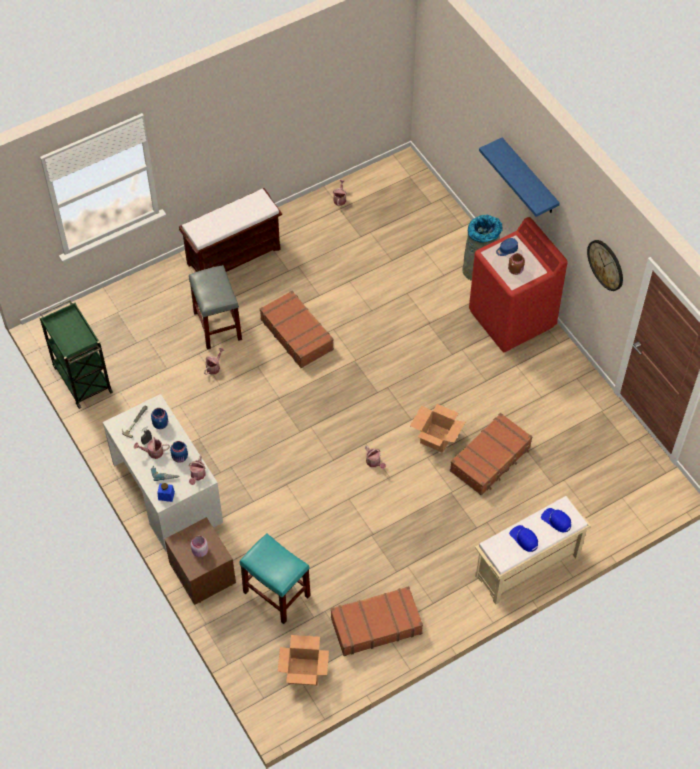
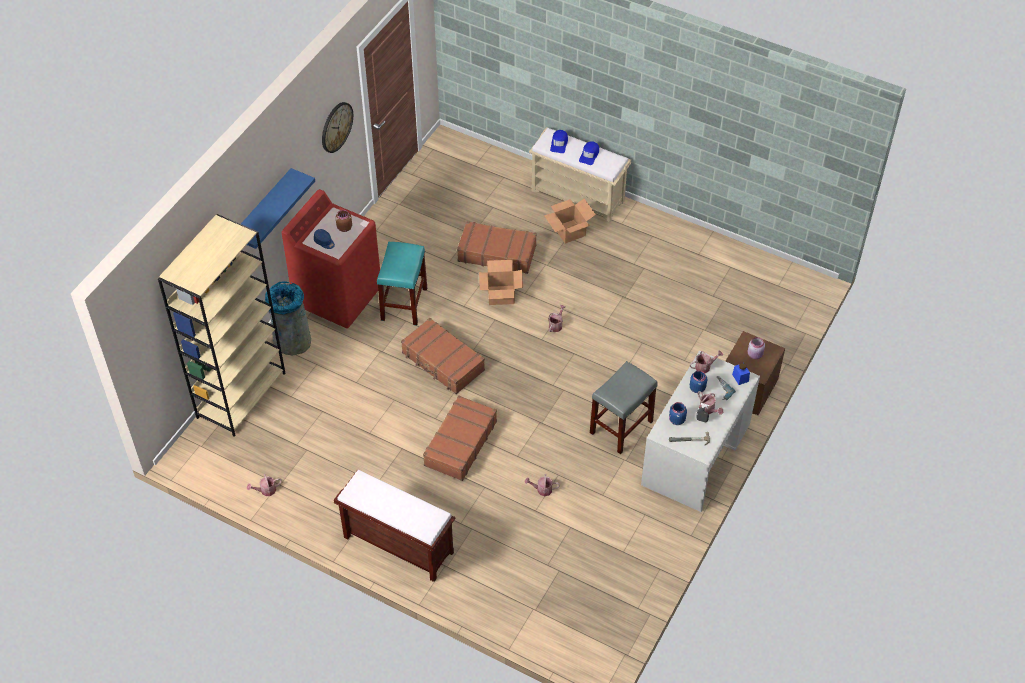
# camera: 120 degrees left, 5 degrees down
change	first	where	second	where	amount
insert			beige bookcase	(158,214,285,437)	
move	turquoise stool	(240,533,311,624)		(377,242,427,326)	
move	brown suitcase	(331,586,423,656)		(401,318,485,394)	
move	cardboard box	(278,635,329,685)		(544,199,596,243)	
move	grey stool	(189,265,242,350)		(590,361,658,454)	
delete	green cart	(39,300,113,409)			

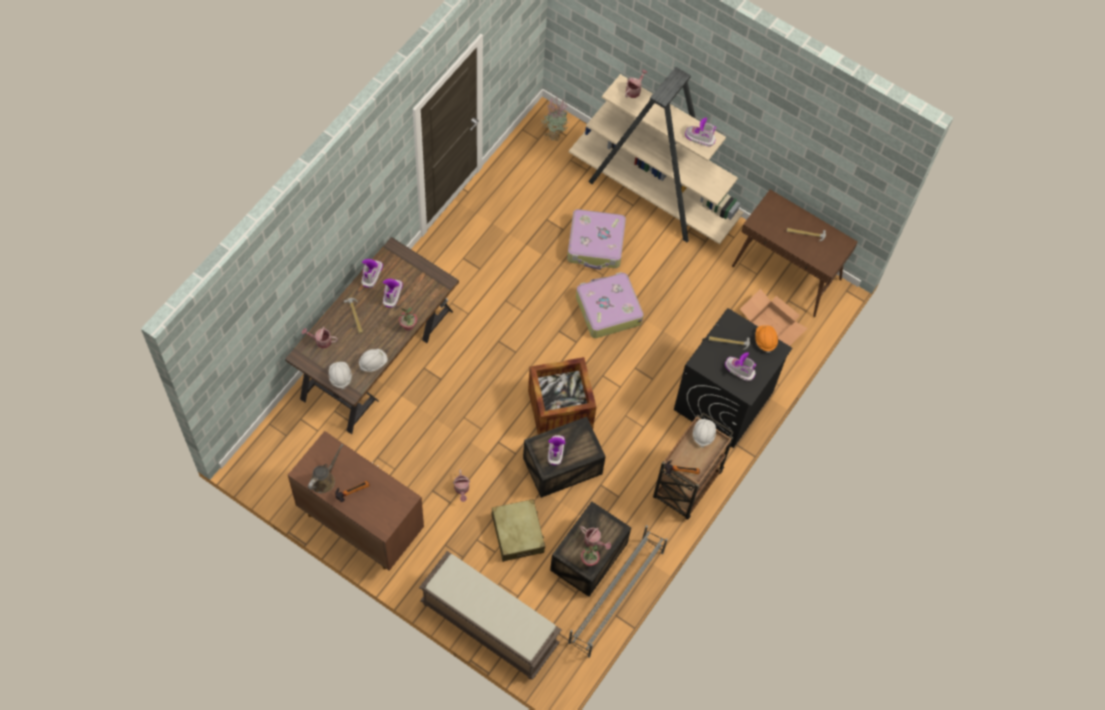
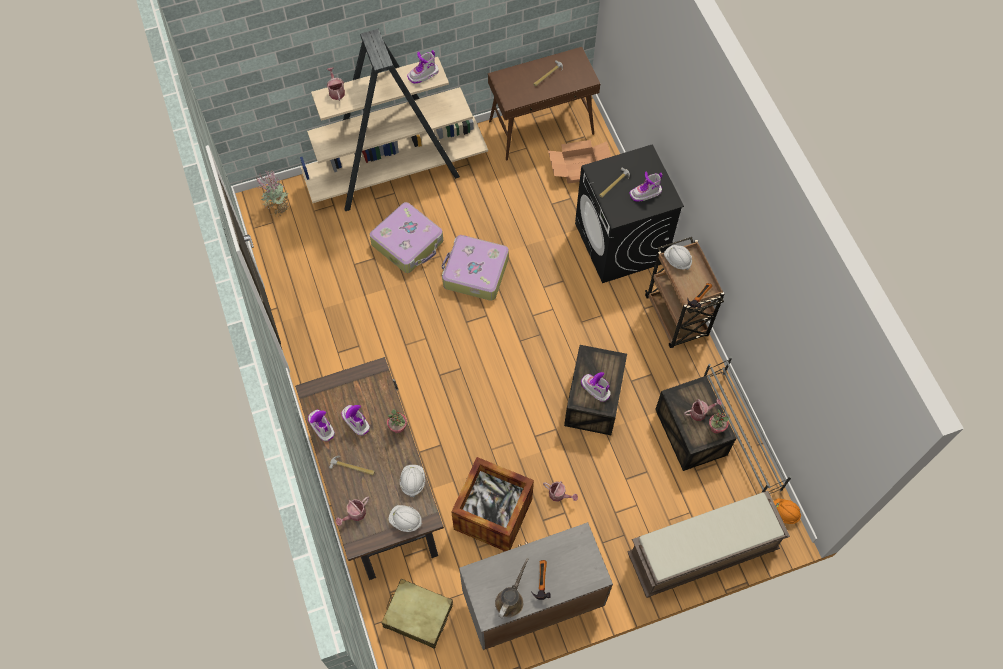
# camera: 50 degrees left, 0 degrees up
change	first	where	second	where	amount
move	beige suitcase	(491,499,545,562)		(382,579,453,649)	
move	crate	(528,357,596,435)		(451,457,534,551)	
recolor	brown cabinet	(288,431,424,571)	grey cabinet	(459,522,613,650)	
rotate	brown watering can	(308,444,343,494)		(495,558,528,618)	45 degrees clockwise
move	orange hard hat	(755,325,778,353)		(774,498,801,524)	

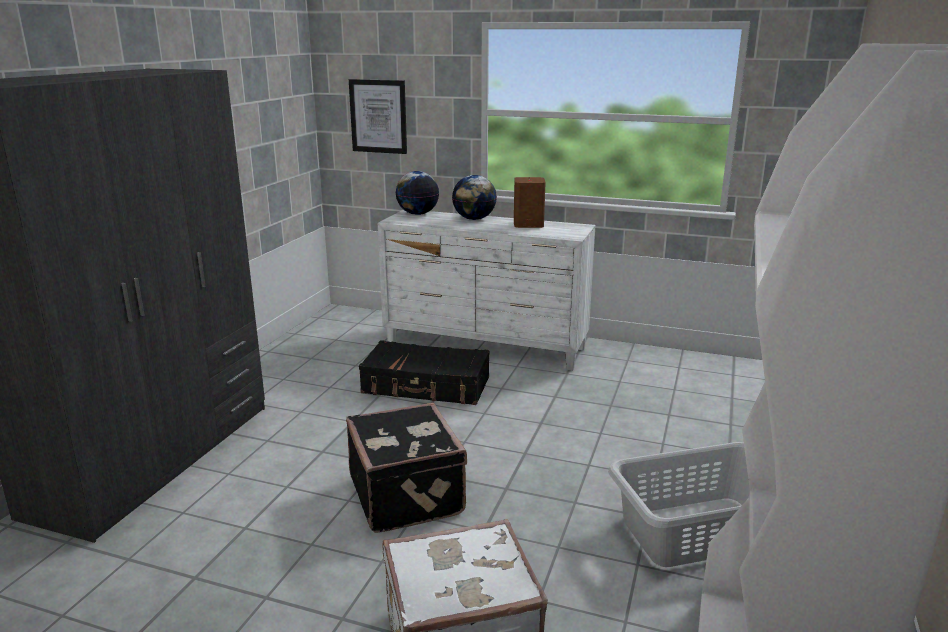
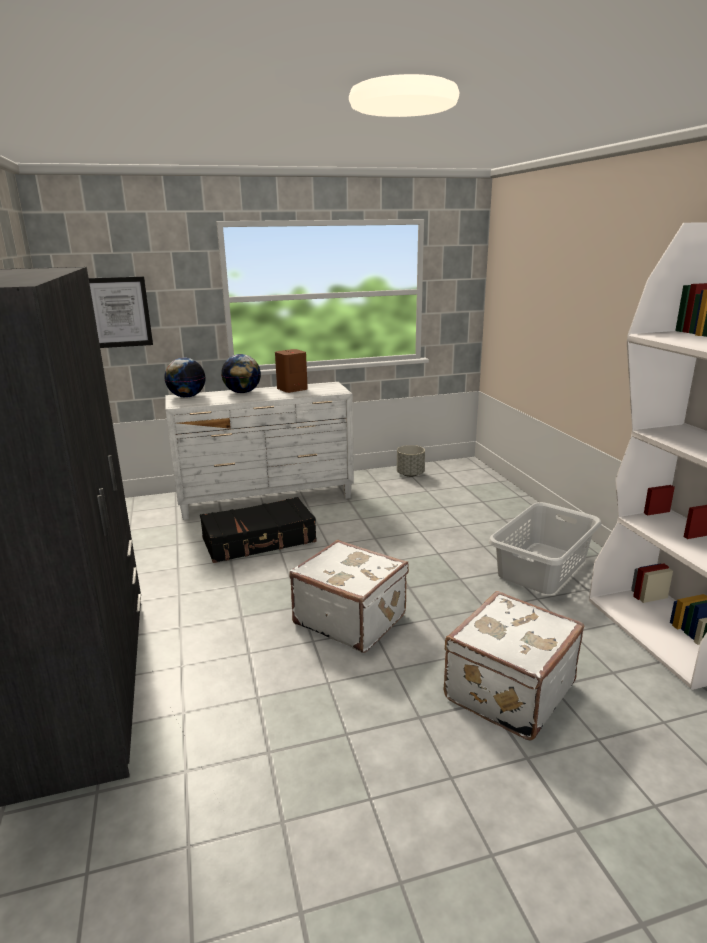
# camera: 35 degrees left, 0 degrees up
change	first	where	second	where	amount
recolor	black suitcase	(346,403,467,533)	white suitcase	(289,540,409,653)	
insert			grey planter	(397,445,425,477)	

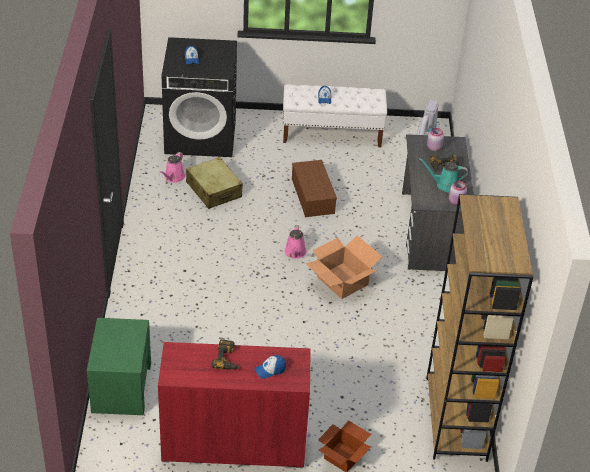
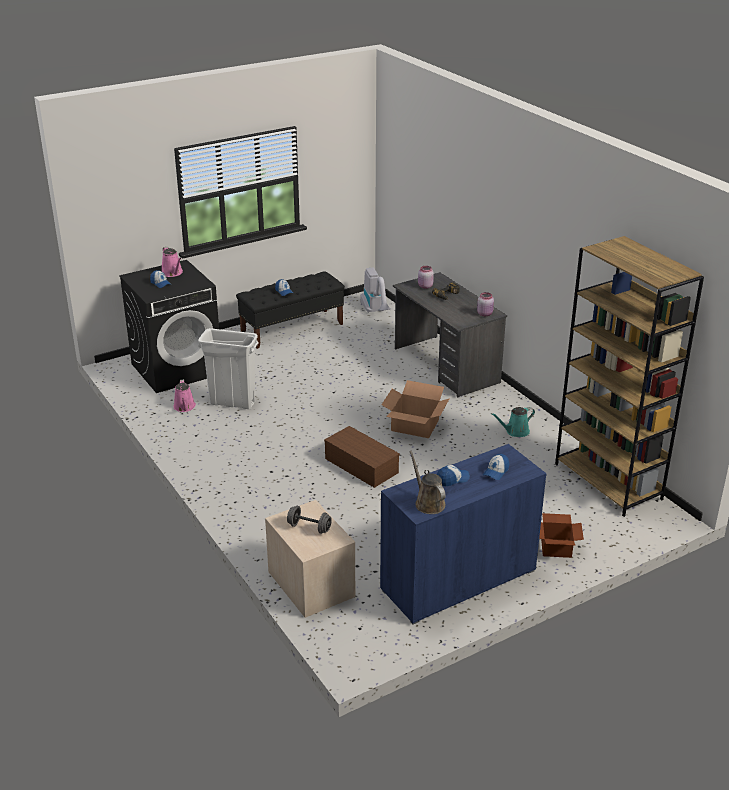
# camera: 30 degrees left, 10 degrees down
change	first	where	second	where	amount
move	pink watering can	(284,225,307,259)		(162,247,183,277)	
replace	beige suitcase	(186,157,243,209)	white trash can	(198,328,259,409)	
recolor	white bench	(283,85,387,148)	black bench	(236,271,345,349)	
recolor	green nightstand	(87,318,151,415)	beige nightstand	(265,500,355,618)	
insert			grey dumbbell	(287,506,332,534)	
move	brown storage box	(292,160,337,217)		(324,426,400,488)	
recolor	red cabinet	(158,342,311,468)	blue cabinet	(380,444,547,624)	
insert			brown watering can	(409,451,445,514)	
replace	power drill	(211,339,240,370)	cap	(437,465,470,487)	
move	turquoise watering can	(419,158,468,193)		(491,407,535,437)	

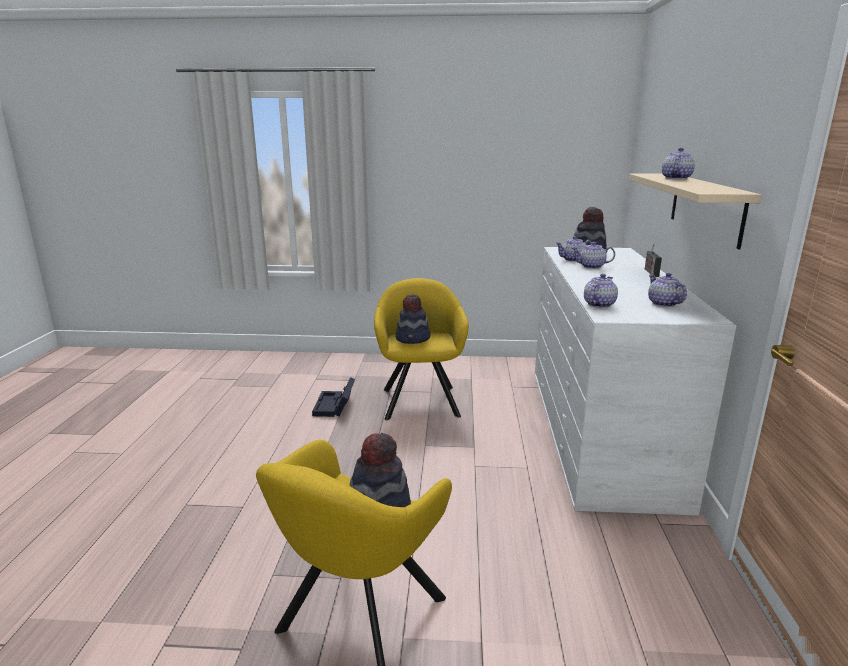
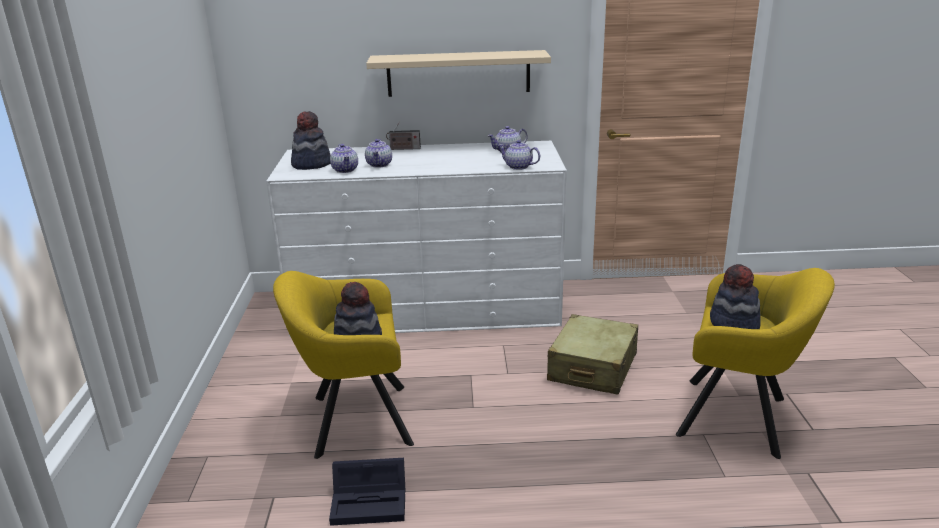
# camera: 95 degrees left, 5 degrees up
change	first	where	second	where	amount
insert			beige suitcase	(547,314,638,394)	
delete	teapot	(662,148,695,179)			

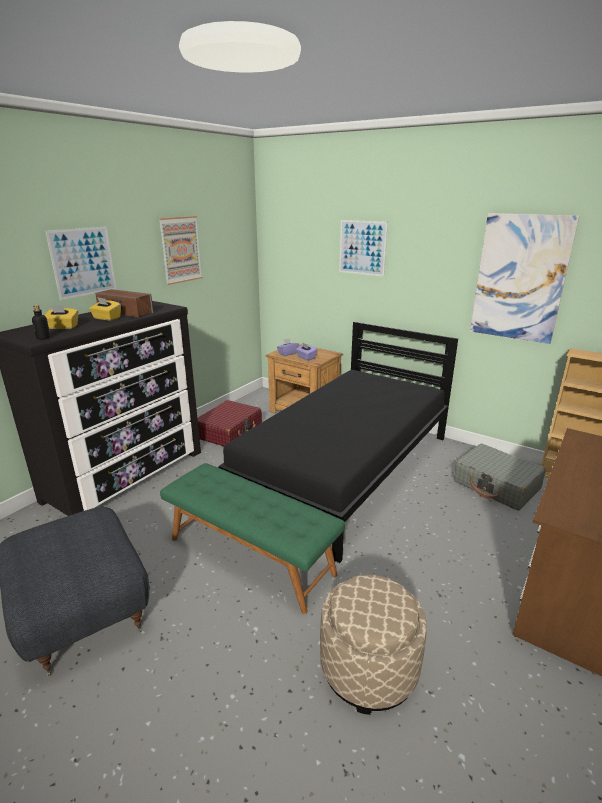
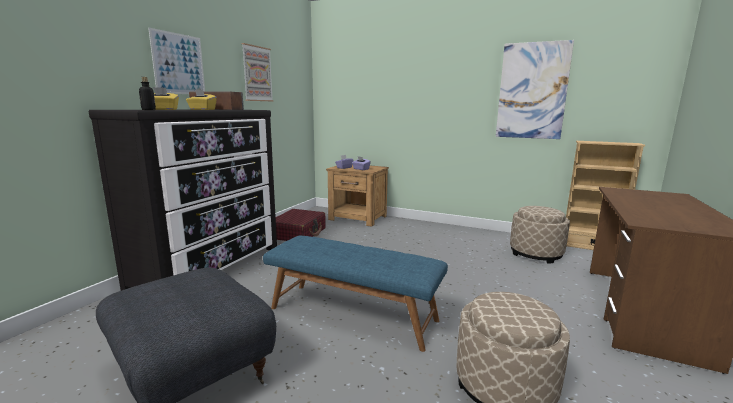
# camera: 10 degrees left, 10 degrees down
change	first	where	second	where	amount
recolor	green bench	(160,463,345,614)	blue bench	(263,235,448,352)	
replace	grey suitcase	(454,443,546,511)	beige ottoman	(510,206,570,263)	
delete	black bed	(218,321,458,563)			
delete	picture	(339,220,388,277)			

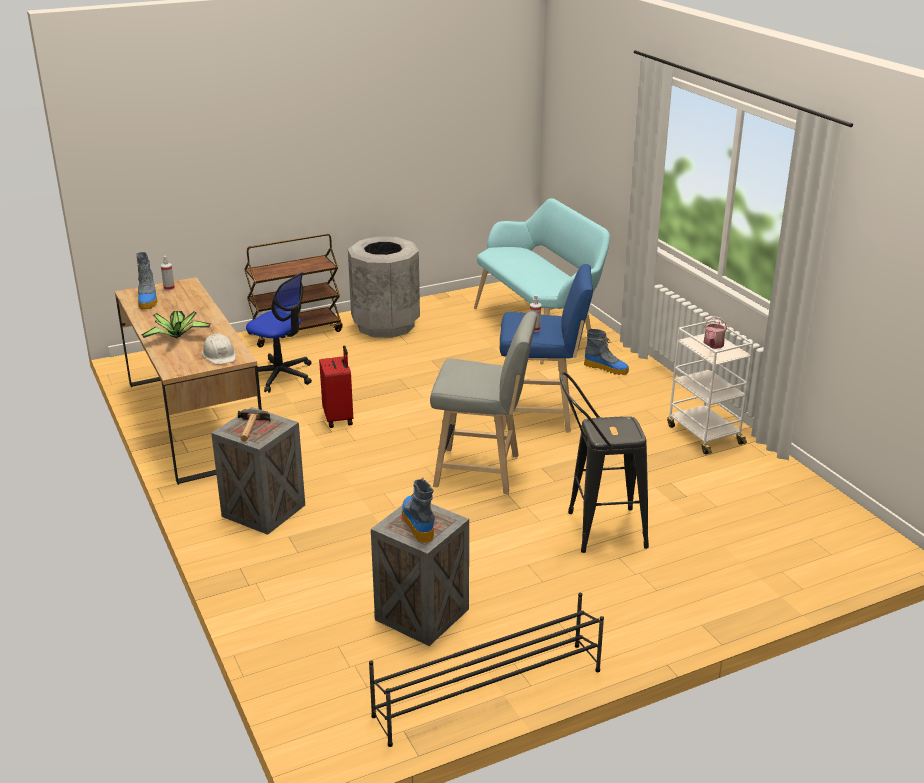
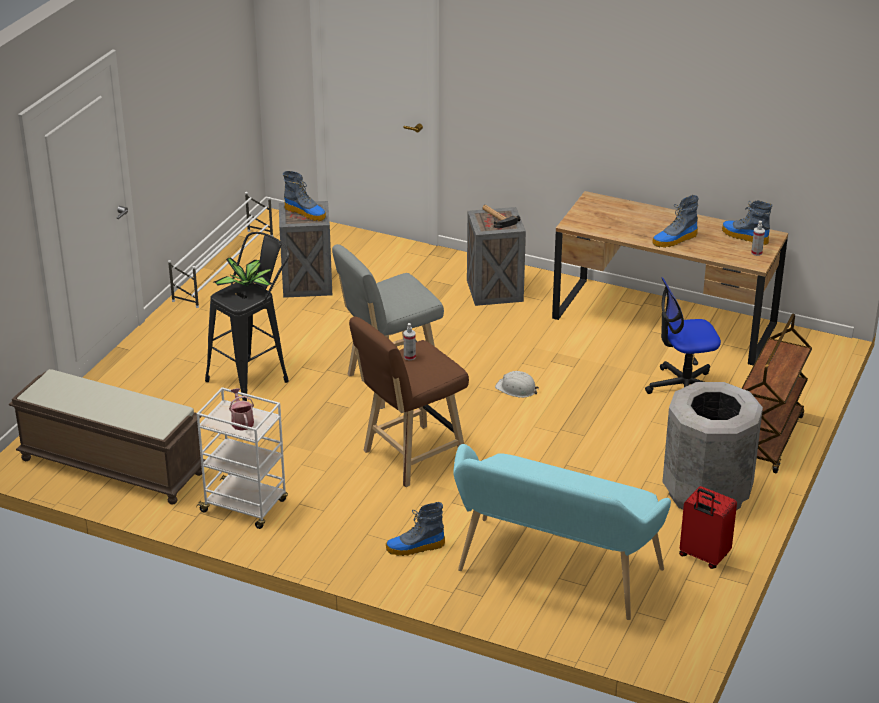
# camera: 140 degrees right, 5 degrees up
change	first	where	second	where	amount
insert			brown bench	(9,369,205,505)	
recolor	black shoe rack	(369,593,604,747)	white shoe rack	(168,192,273,308)	
move	potted plant	(142,311,211,339)		(214,257,272,287)	
recolor	blue stool	(500,264,593,433)	brown stool	(349,316,469,487)	
move	white hard hat	(202,334,236,364)		(495,371,539,398)	
insert			boot	(652,195,699,248)	
move	red suitcase	(319,345,353,428)		(679,486,737,569)	

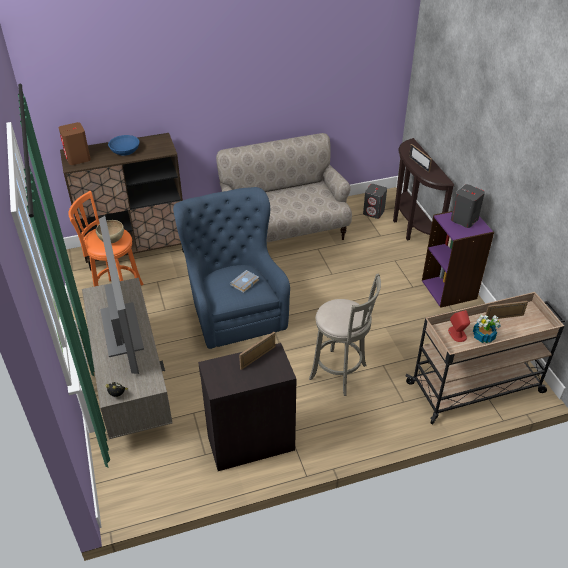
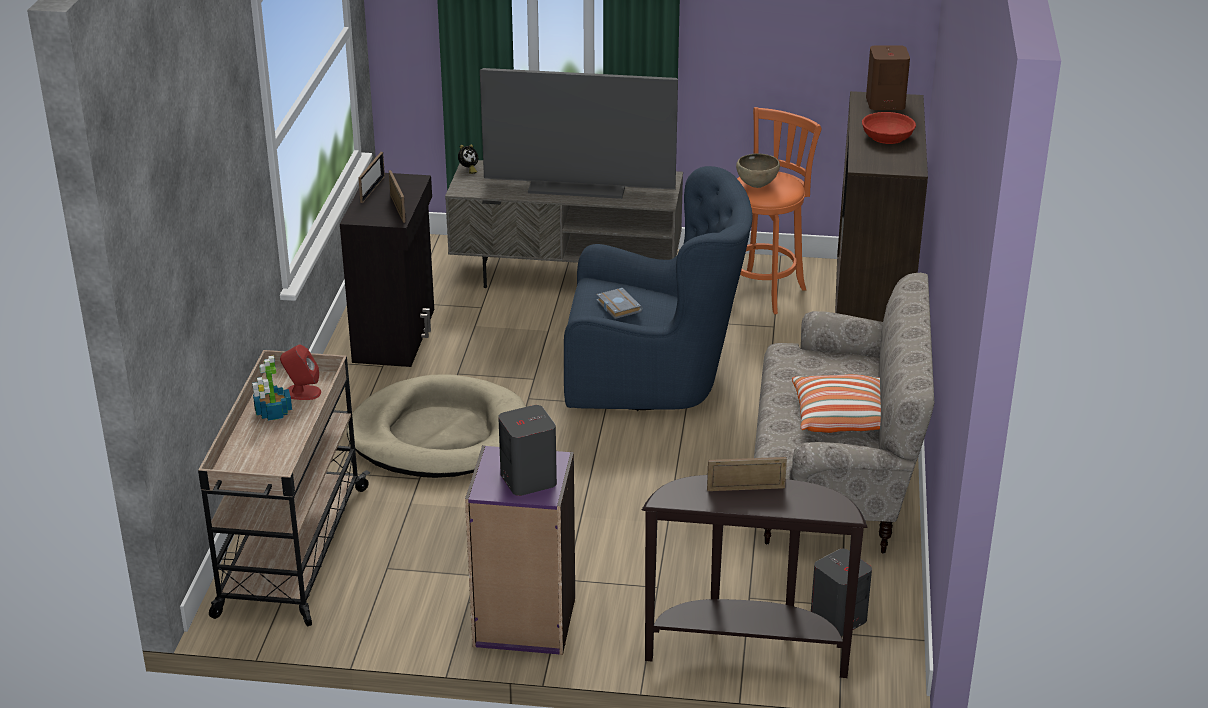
# camera: 115 degrees right, 10 degrees down
change	first	where	second	where	amount
replace	grey stool	(309,274,381,396)	beige dog bed	(347,374,526,478)	
move	picture frame	(486,301,528,320)		(358,152,385,203)	
insert			pillow	(792,374,881,433)	
recolor	blue bowl	(108,135,140,156)	red bowl	(862,112,916,144)	

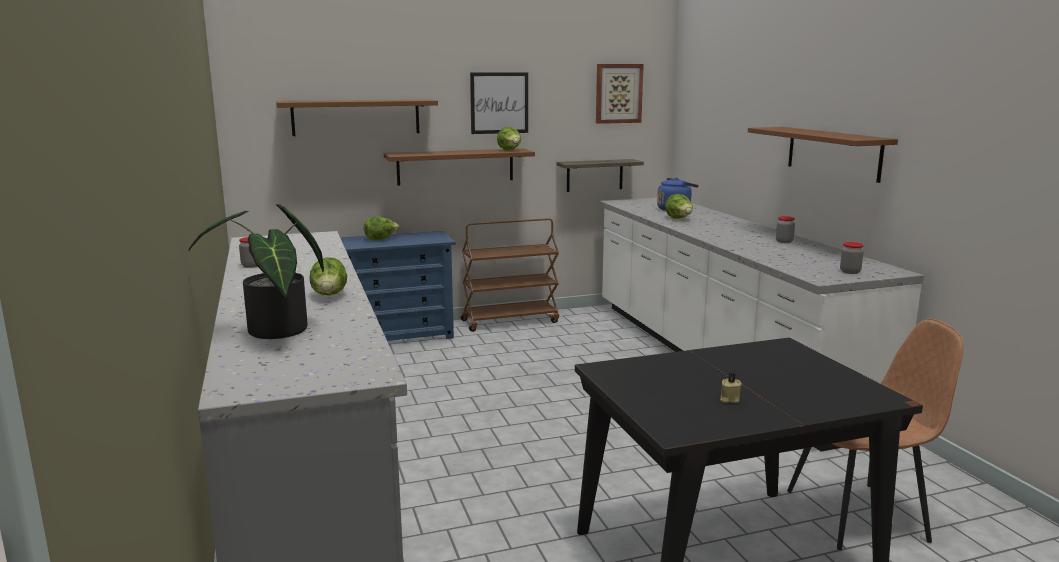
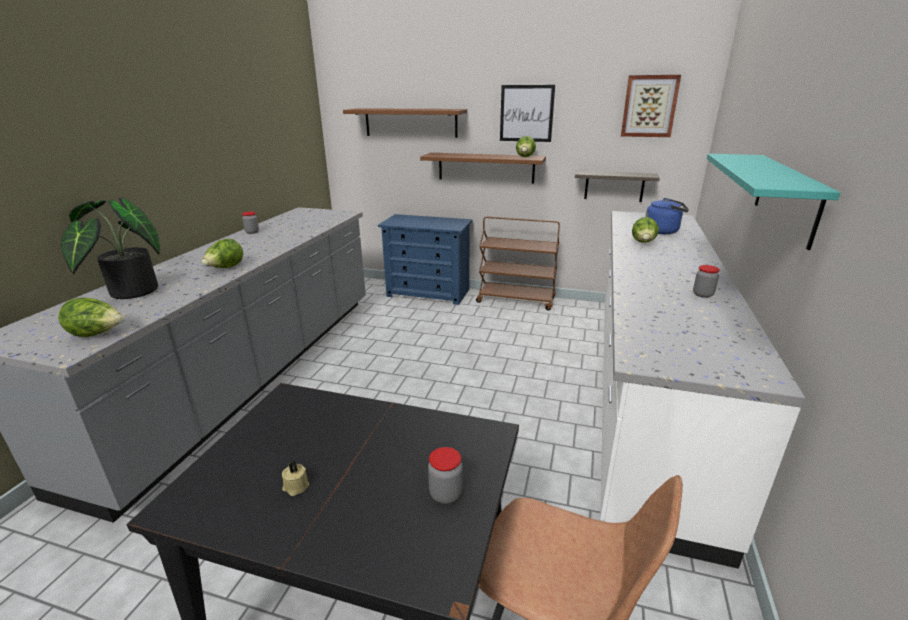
# camera: 35 degrees right, 10 degrees up
change	first	where	second	where	amount
move	lettuce	(364,216,399,240)		(58,298,123,337)	
move	jar	(840,242,864,274)		(428,447,462,504)	
recolor	brown shelf	(748,127,898,183)	turquoise shelf	(707,154,840,250)	

